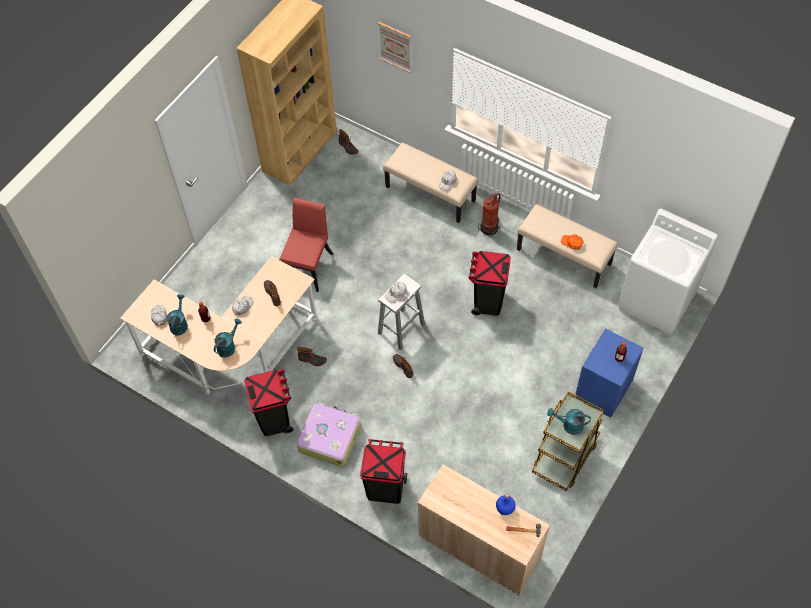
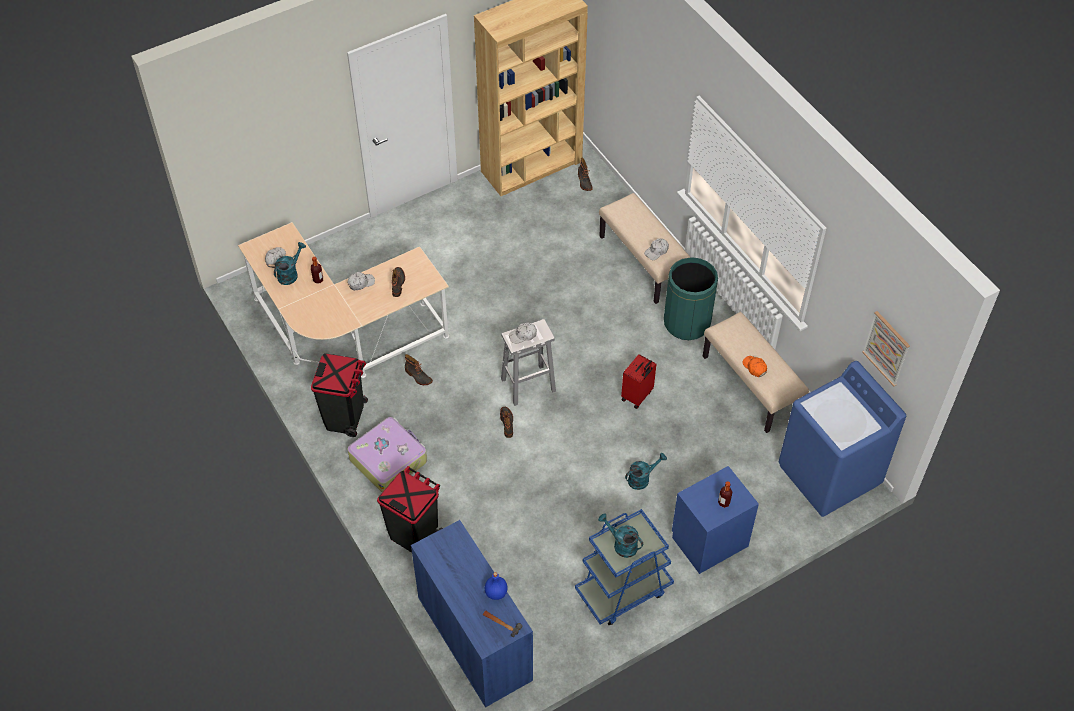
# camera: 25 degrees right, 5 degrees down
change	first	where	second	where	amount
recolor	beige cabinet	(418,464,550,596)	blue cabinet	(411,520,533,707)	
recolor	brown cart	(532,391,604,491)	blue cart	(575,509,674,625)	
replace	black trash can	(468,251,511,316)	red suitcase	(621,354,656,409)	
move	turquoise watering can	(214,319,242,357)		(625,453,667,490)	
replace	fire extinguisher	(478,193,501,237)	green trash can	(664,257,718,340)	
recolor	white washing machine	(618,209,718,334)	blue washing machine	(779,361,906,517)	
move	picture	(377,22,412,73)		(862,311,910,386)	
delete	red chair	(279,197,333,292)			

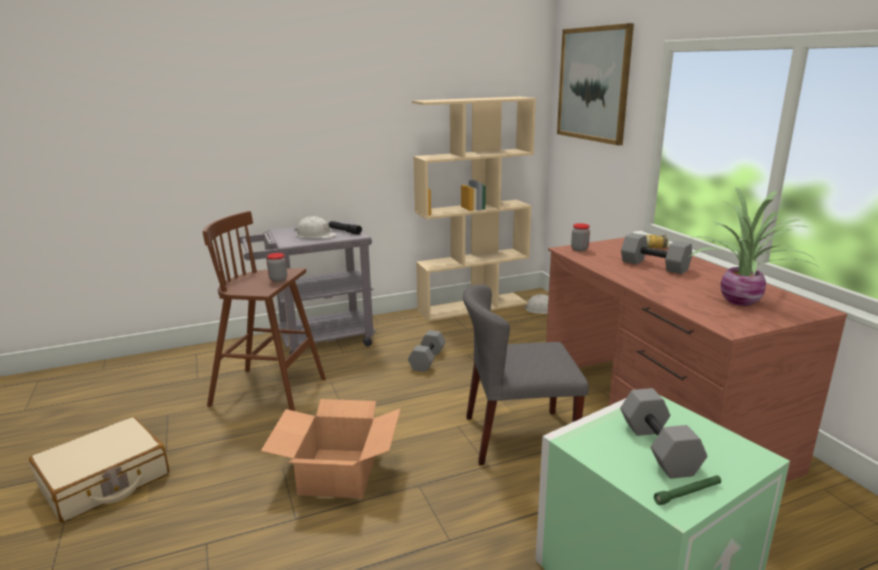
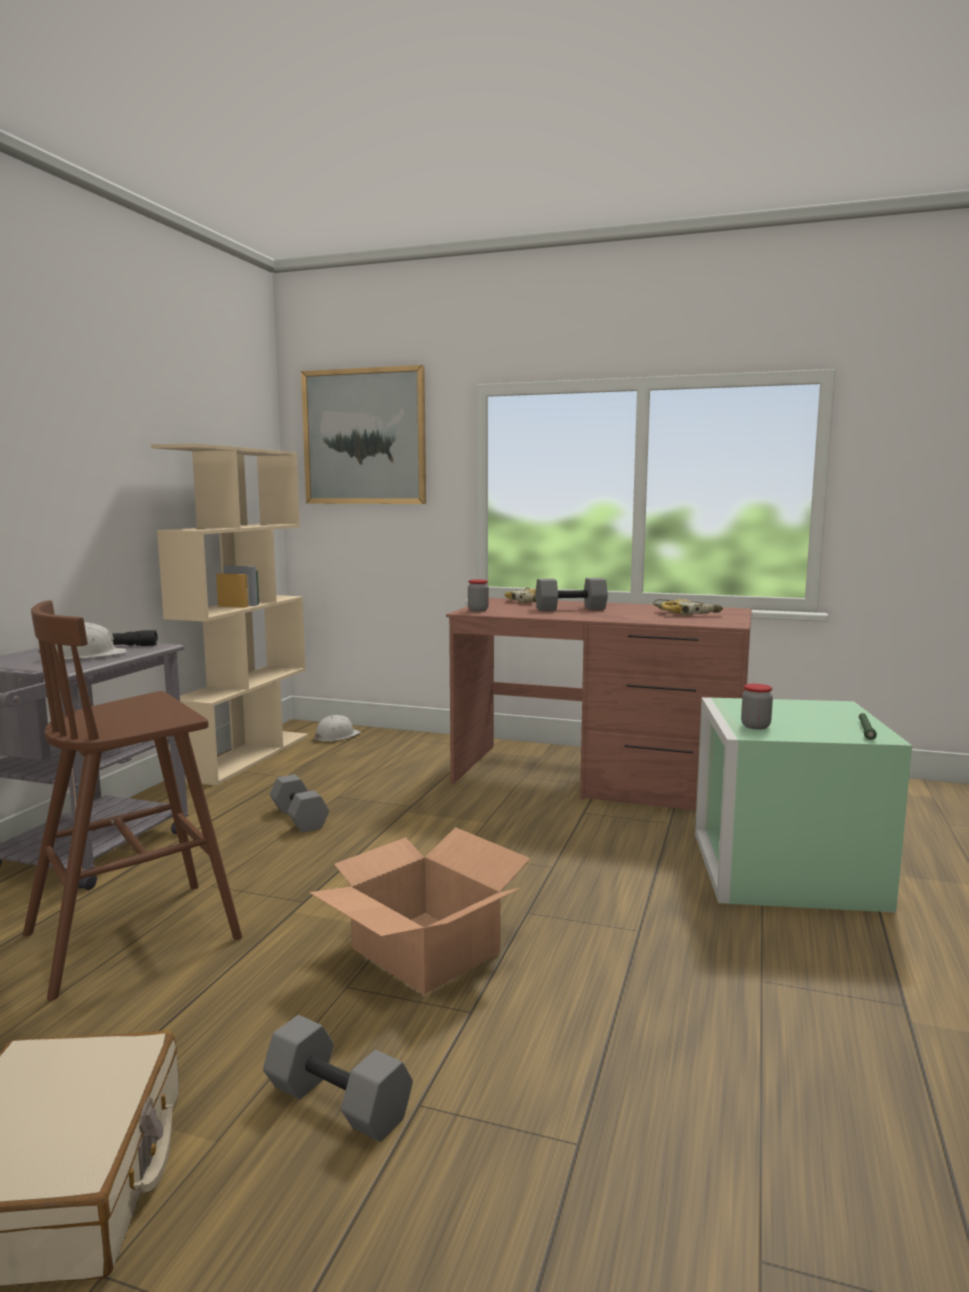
# camera: 50 degrees left, 10 degrees down
change	first	where	second	where	amount
move	grey dumbbell	(620,388,707,479)		(263,1015,413,1142)	
replace	potted plant	(686,187,820,306)	power drill	(653,599,723,615)	
move	jar	(267,253,287,282)		(741,684,773,730)	
delete	grey chair	(463,284,589,465)			

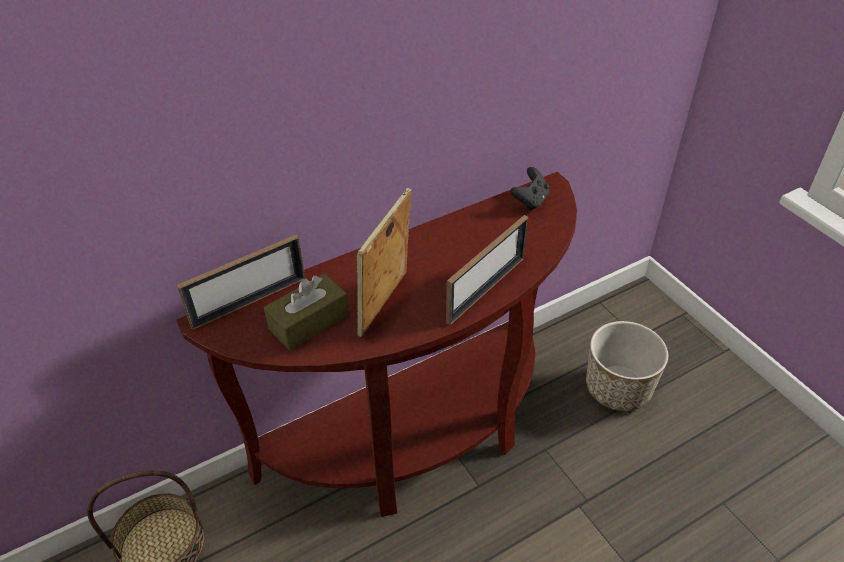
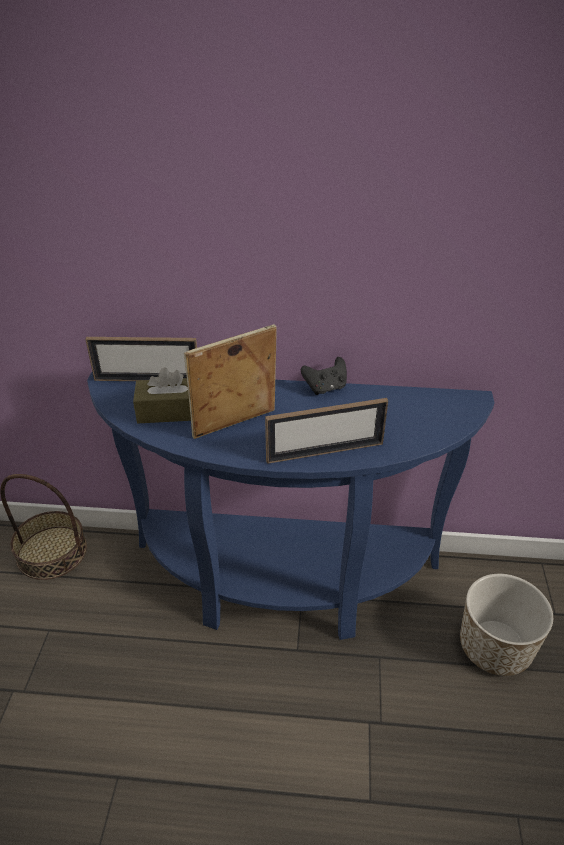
# camera: 35 degrees right, 5 degrees down
change	first	where	second	where	amount
recolor	brown console table	(176,172,577,517)	blue console table	(87,372,494,640)	
move	black game controller	(510,167,550,211)		(301,357,347,395)	

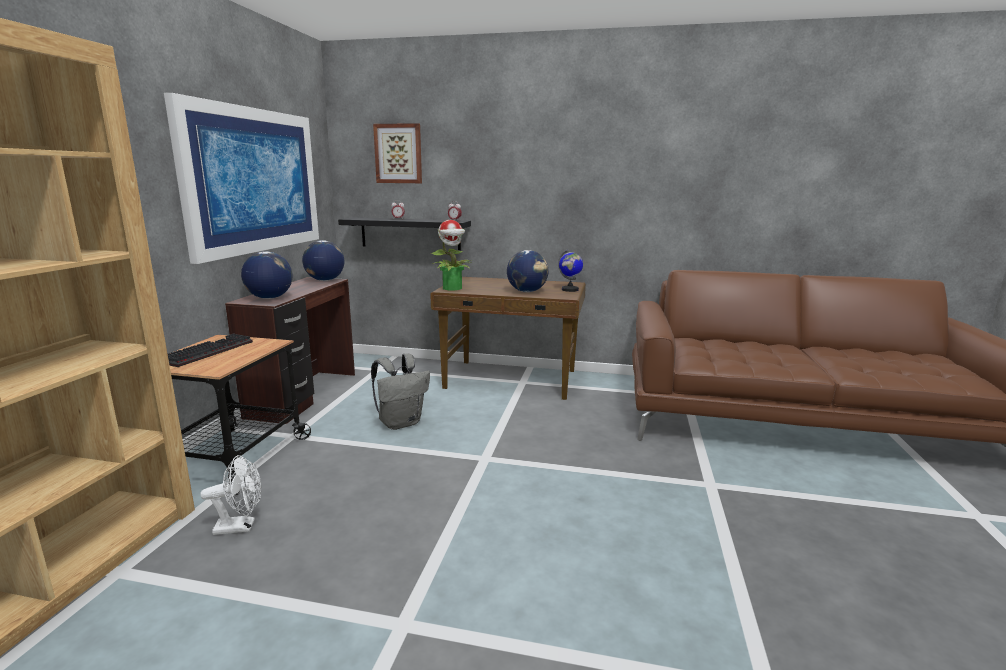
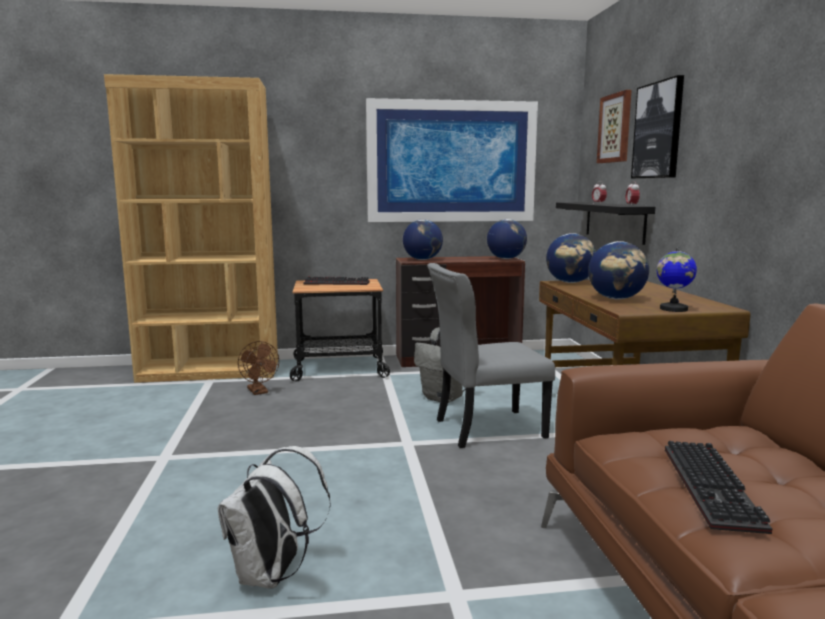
# camera: 70 degrees right, 5 degrees down
change	first	where	second	where	amount
insert			white backpack	(218,446,331,589)	
recolor	white fan	(200,455,261,535)	brown fan	(238,341,279,395)	
insert			grey chair	(427,263,555,448)	
replace	potted plant	(431,220,471,290)	globe	(546,233,596,283)	
insert			picture	(631,75,684,179)	
insert			keyboard	(665,441,772,534)	

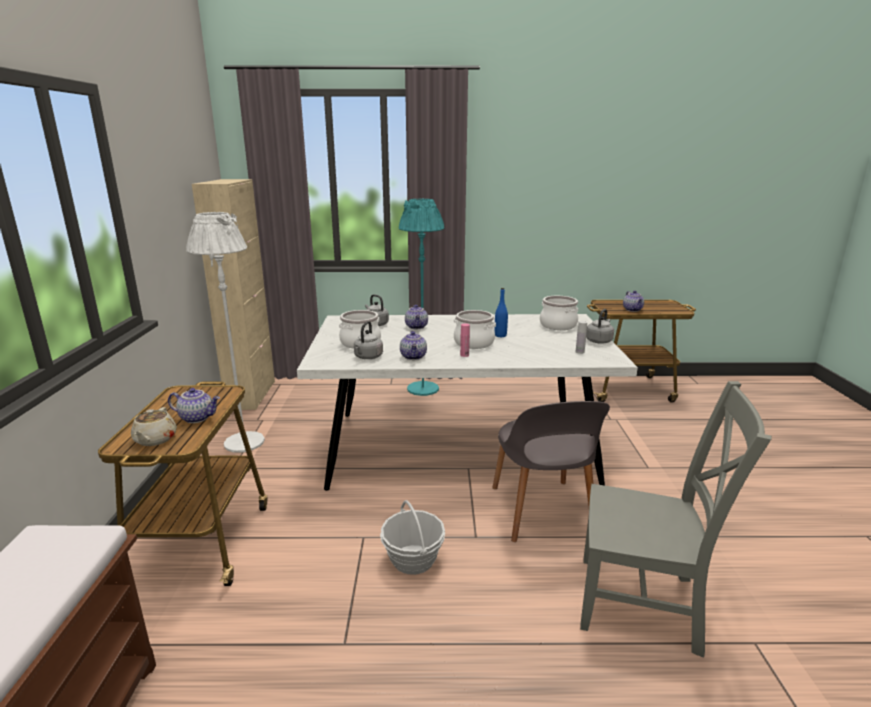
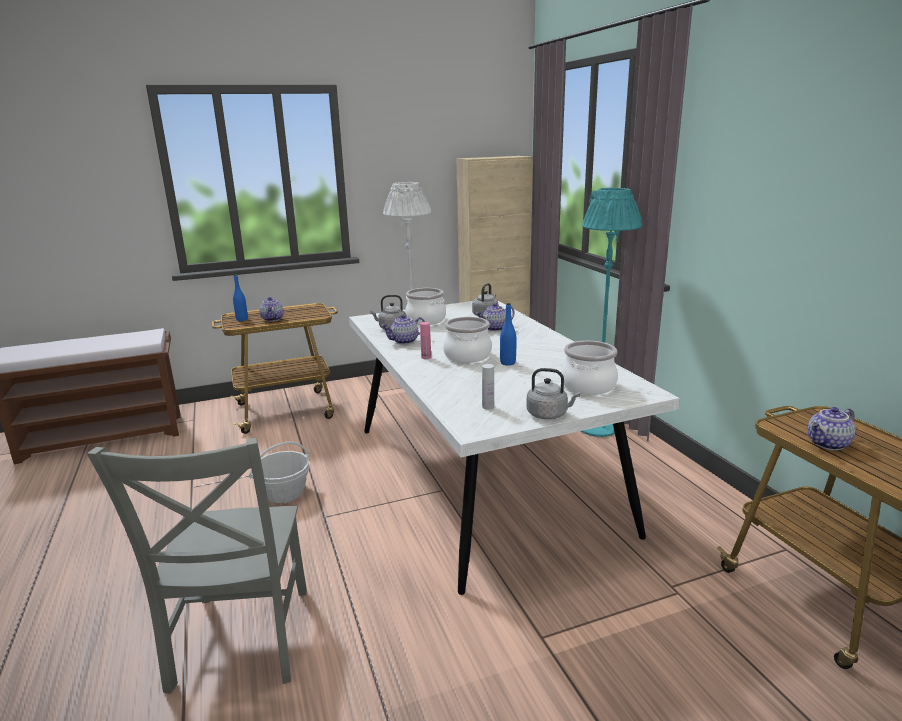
# camera: 70 degrees right, 0 degrees up
change	first	where	second	where	amount
replace	beige teapot	(131,407,177,446)	blue bottle	(233,275,248,321)	
delete	grey chair	(492,401,610,542)			

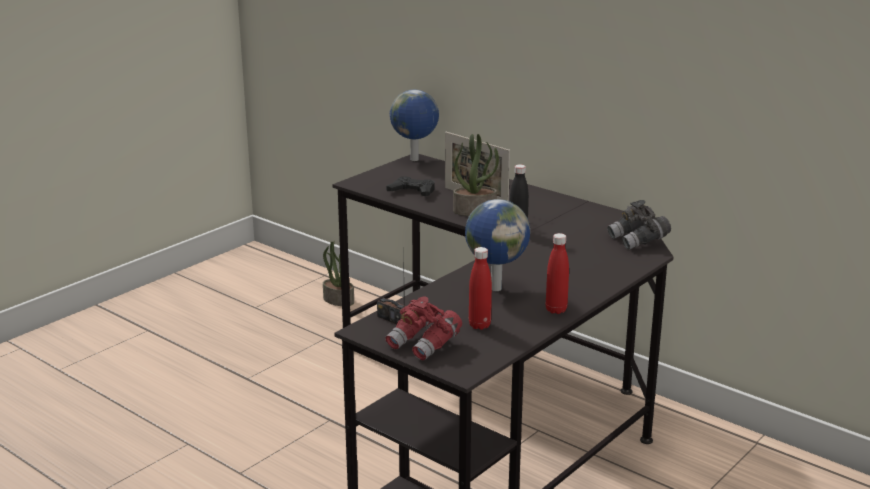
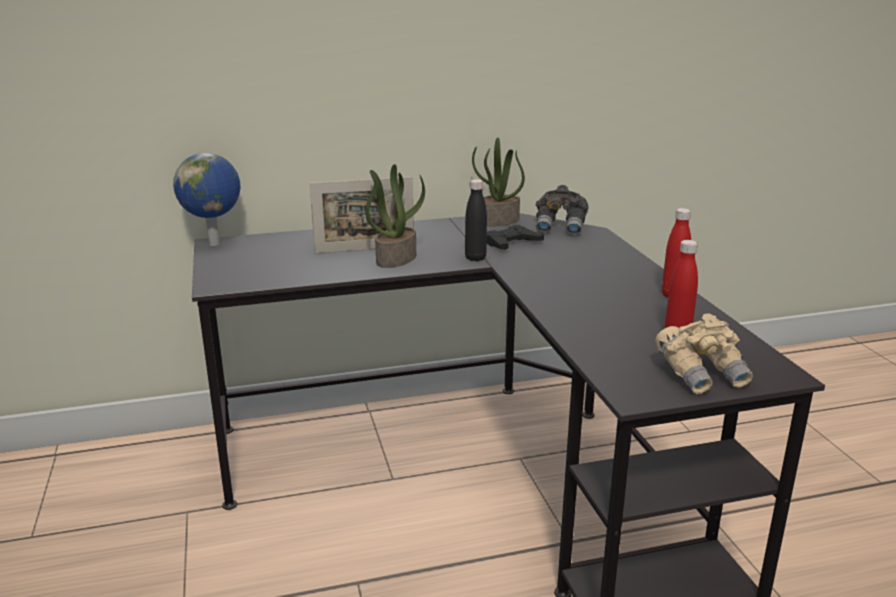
# camera: 55 degrees left, 0 degrees up
change	first	where	second	where	amount
move	potted plant	(323,241,354,306)		(472,138,525,226)	
move	black game controller	(386,176,435,197)		(487,225,544,250)	
recolor	red binoculars	(385,296,462,361)	beige binoculars	(655,313,753,394)	
delete	radio	(377,245,405,324)			
delete	globe	(465,199,530,291)			

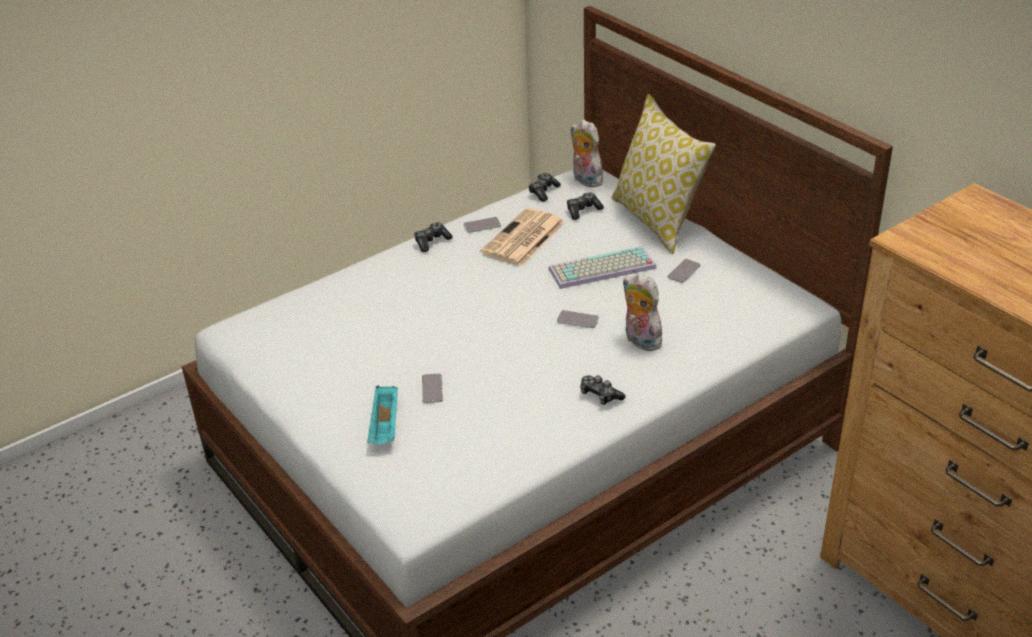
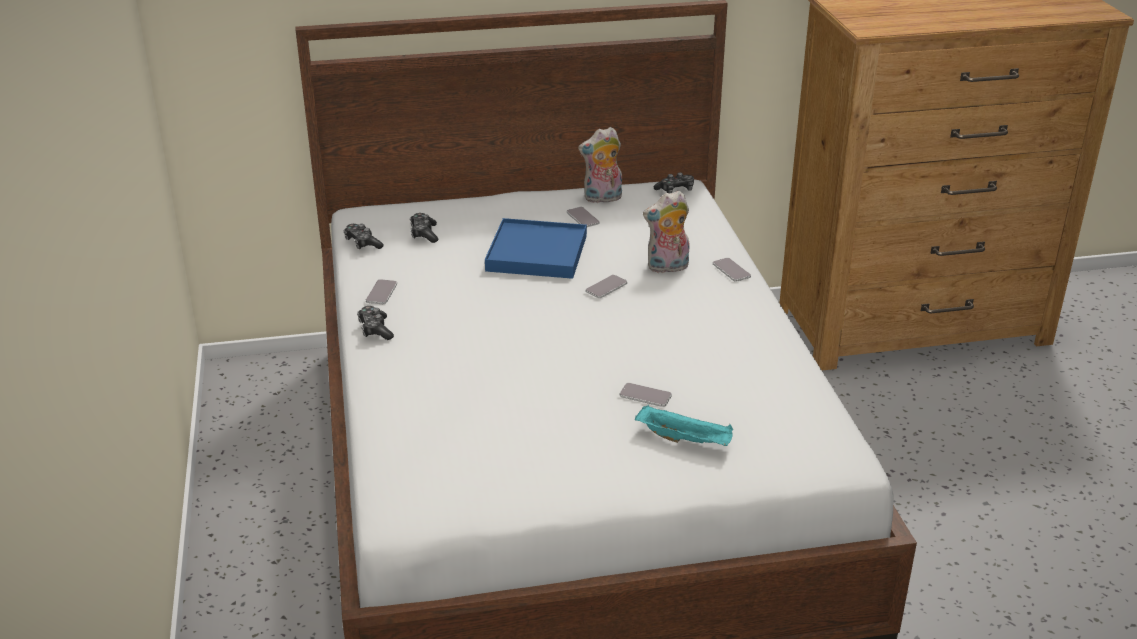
# camera: 65 degrees left, 5 degrees down
change	first	where	second	where	amount
replace	keyboard	(549,246,657,289)	blue tray	(485,218,587,279)	
move	plush toy	(571,119,603,187)		(578,127,622,203)	
move	game controller	(580,375,625,405)		(654,172,694,193)	
insert			phone	(713,258,751,282)	
delete	newspaper	(481,208,565,266)			
delete	pillow	(612,94,716,254)			

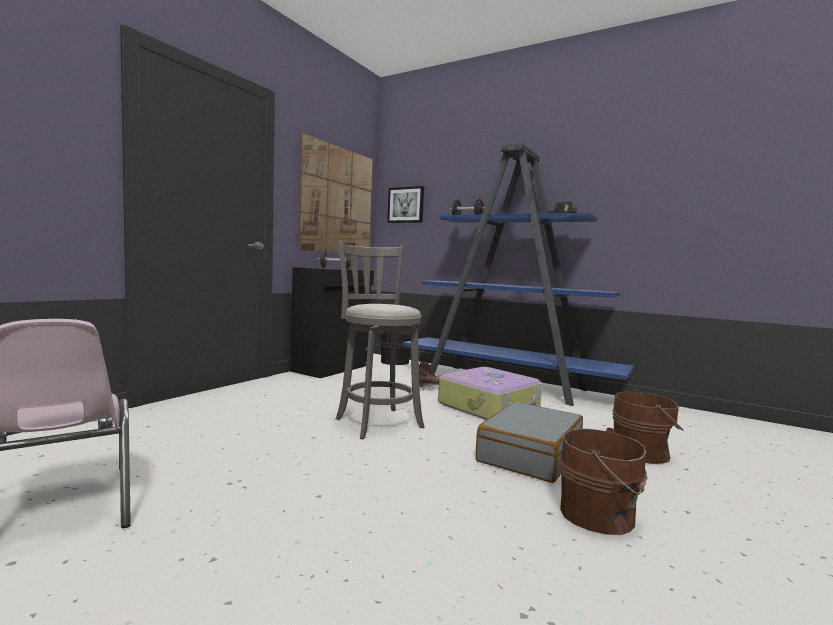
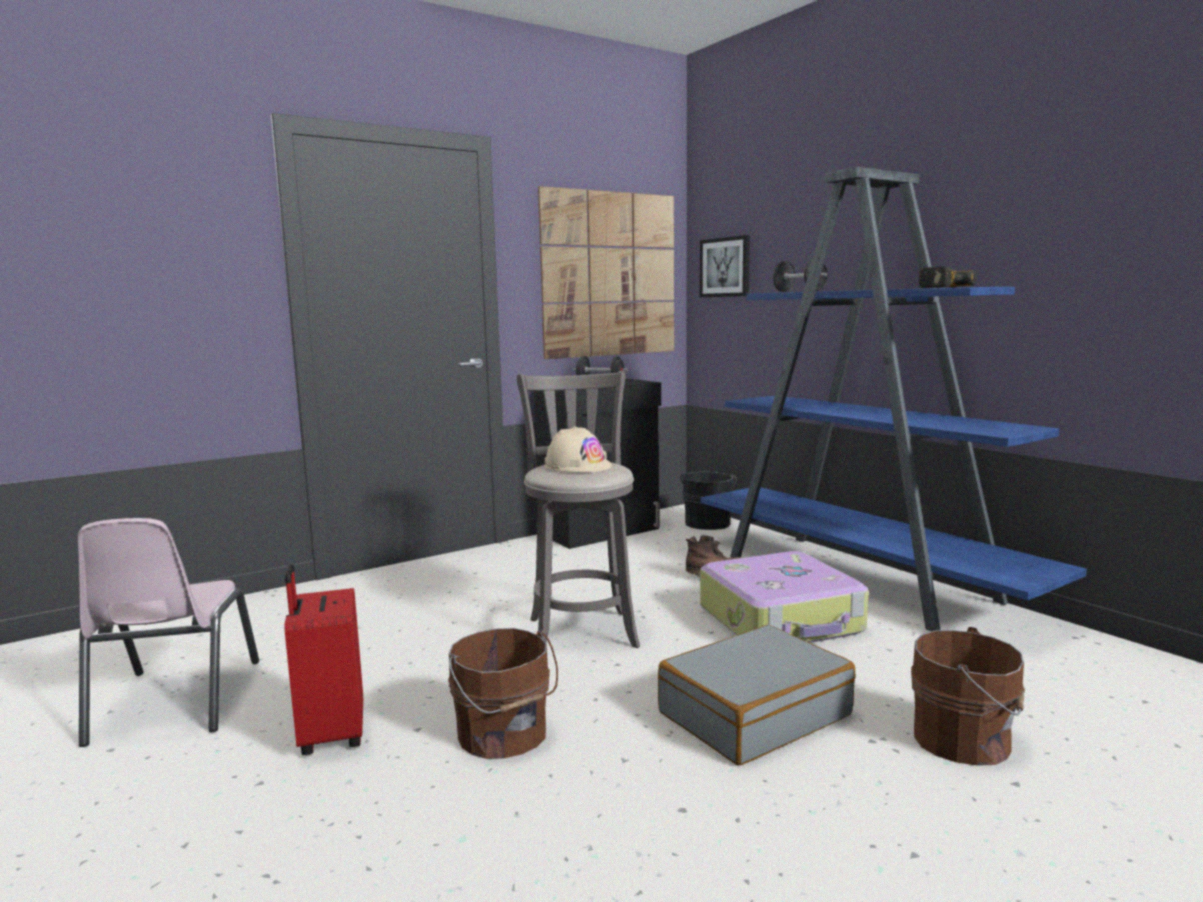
# camera: 25 degrees right, 5 degrees up
change	first	where	second	where	amount
insert			red suitcase	(284,564,363,755)	
move	brown bucket	(559,427,648,535)		(448,628,558,759)	
insert			beige hard hat	(544,427,612,472)	

